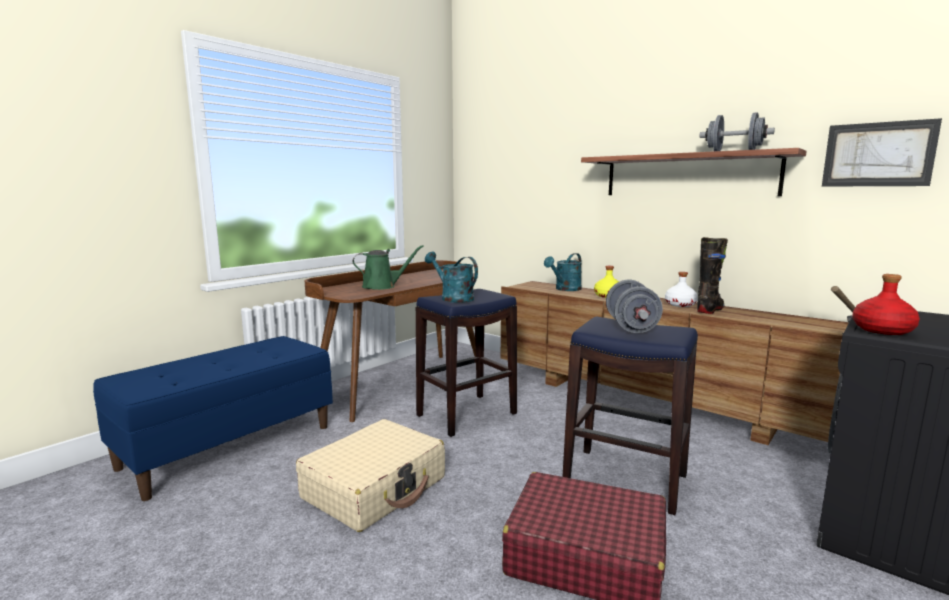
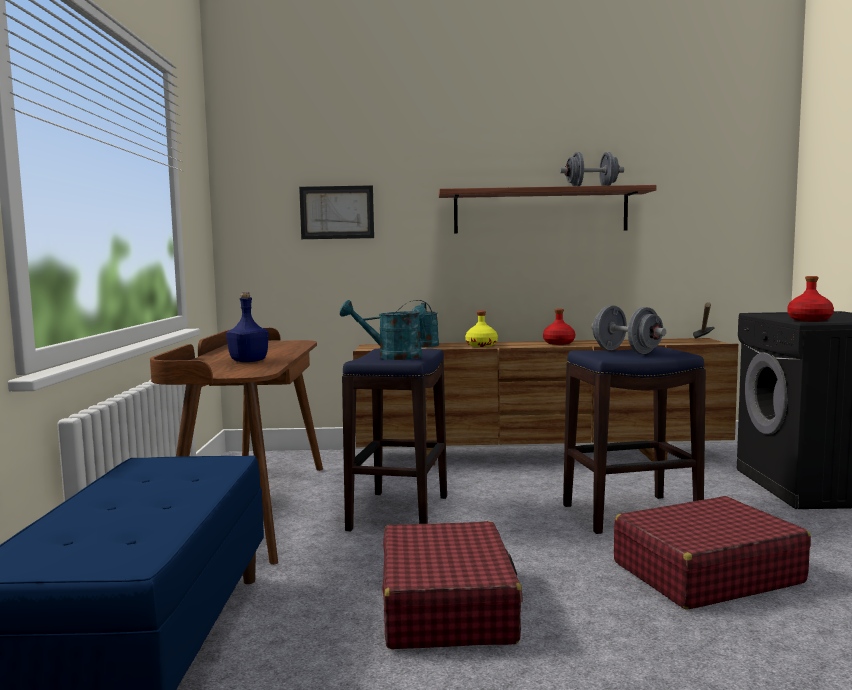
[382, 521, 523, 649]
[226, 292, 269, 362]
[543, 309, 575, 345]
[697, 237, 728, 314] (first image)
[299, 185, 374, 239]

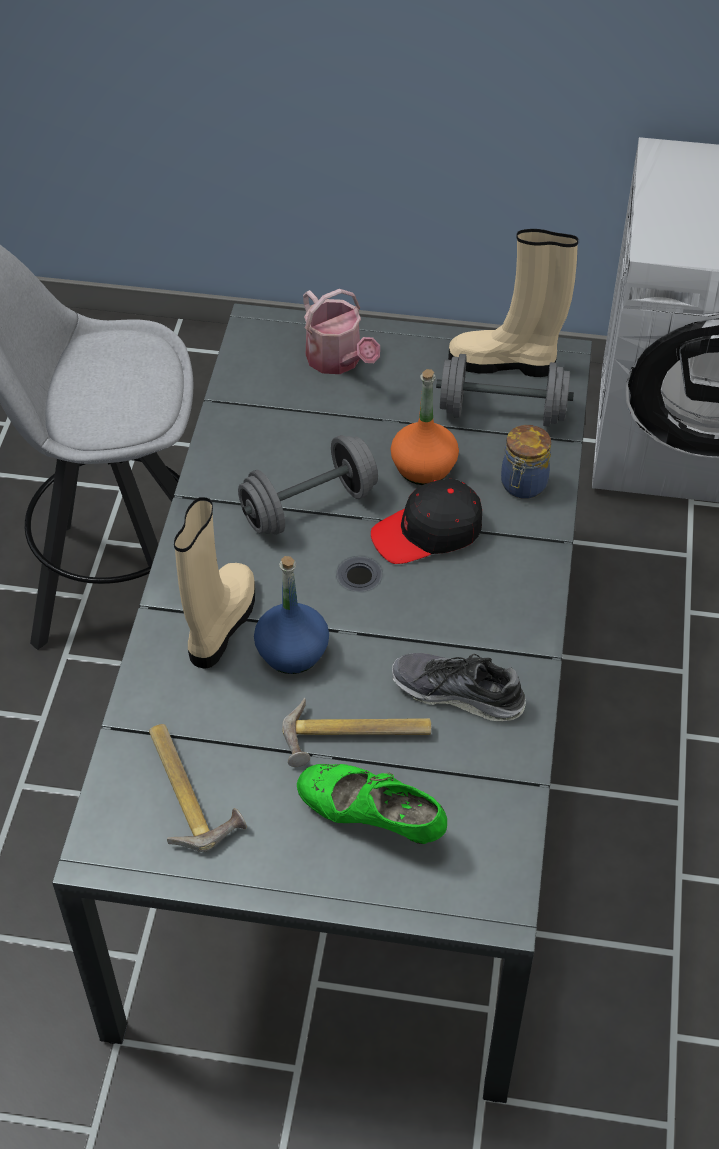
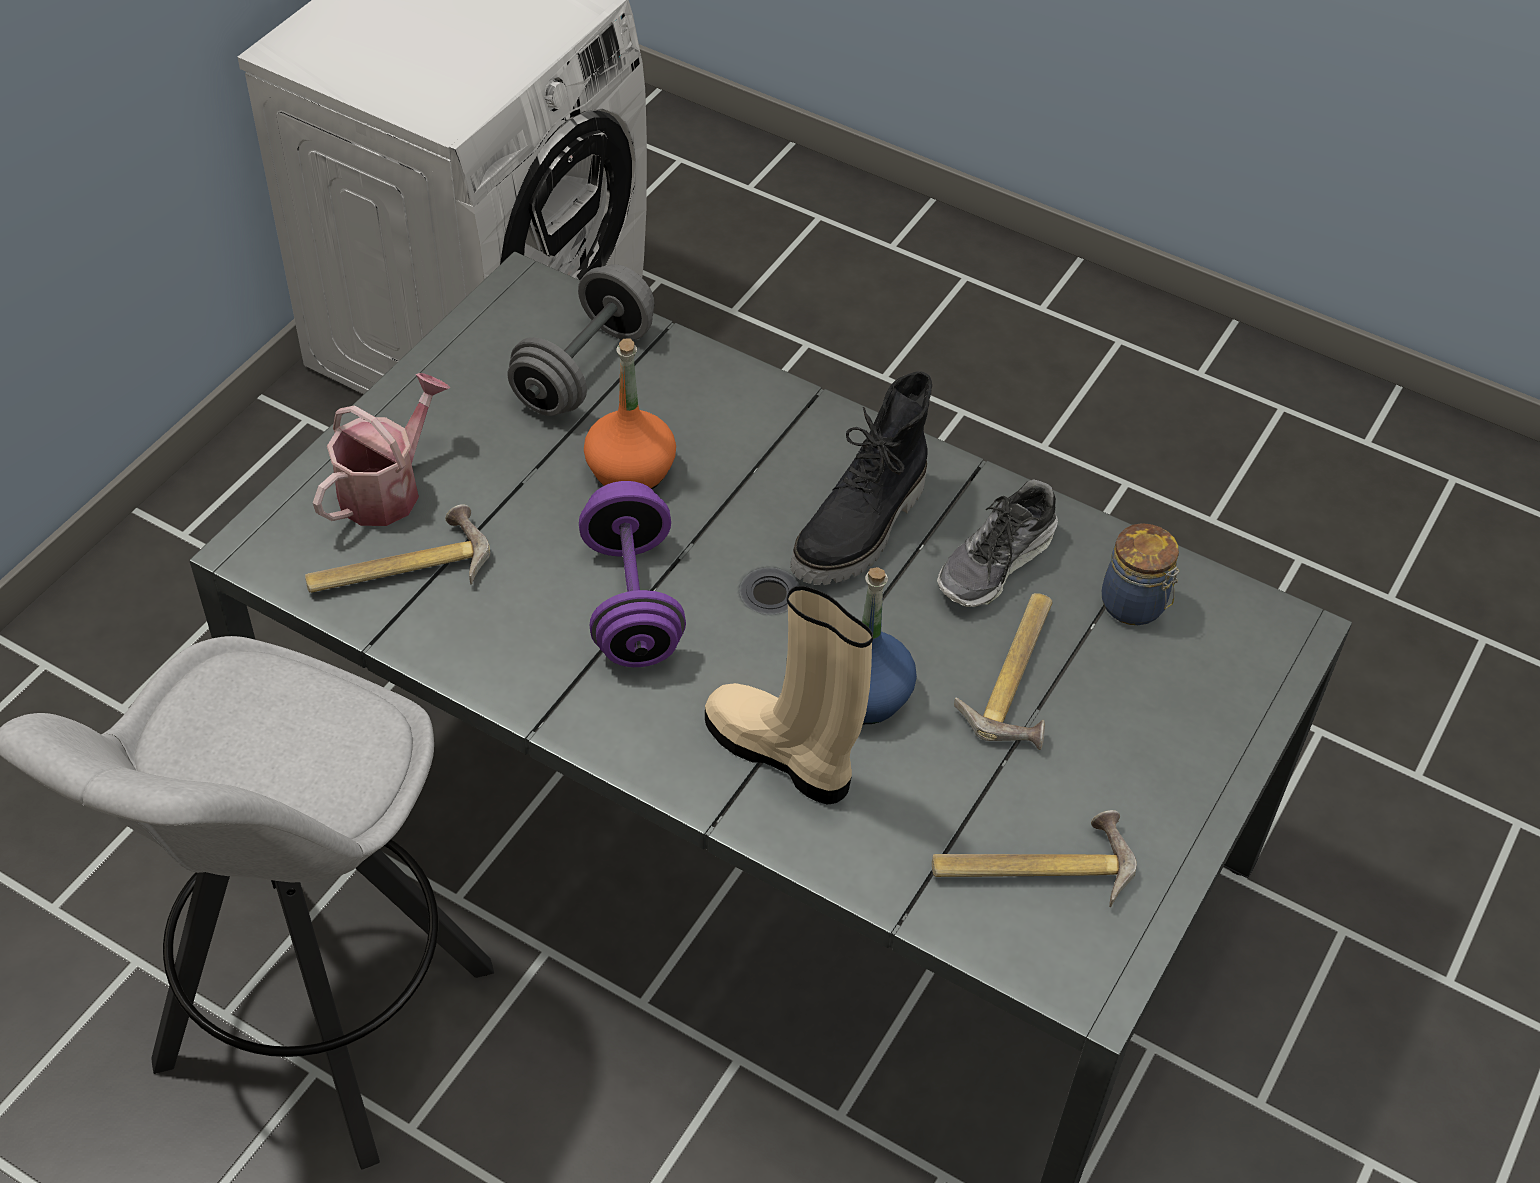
[579, 481, 686, 667]
[297, 764, 447, 844] (first image)
[313, 373, 451, 526]
[371, 479, 482, 564] (first image)
[448, 229, 578, 377] (first image)
[1102, 523, 1180, 625]
[305, 504, 490, 593]
[790, 372, 932, 585]

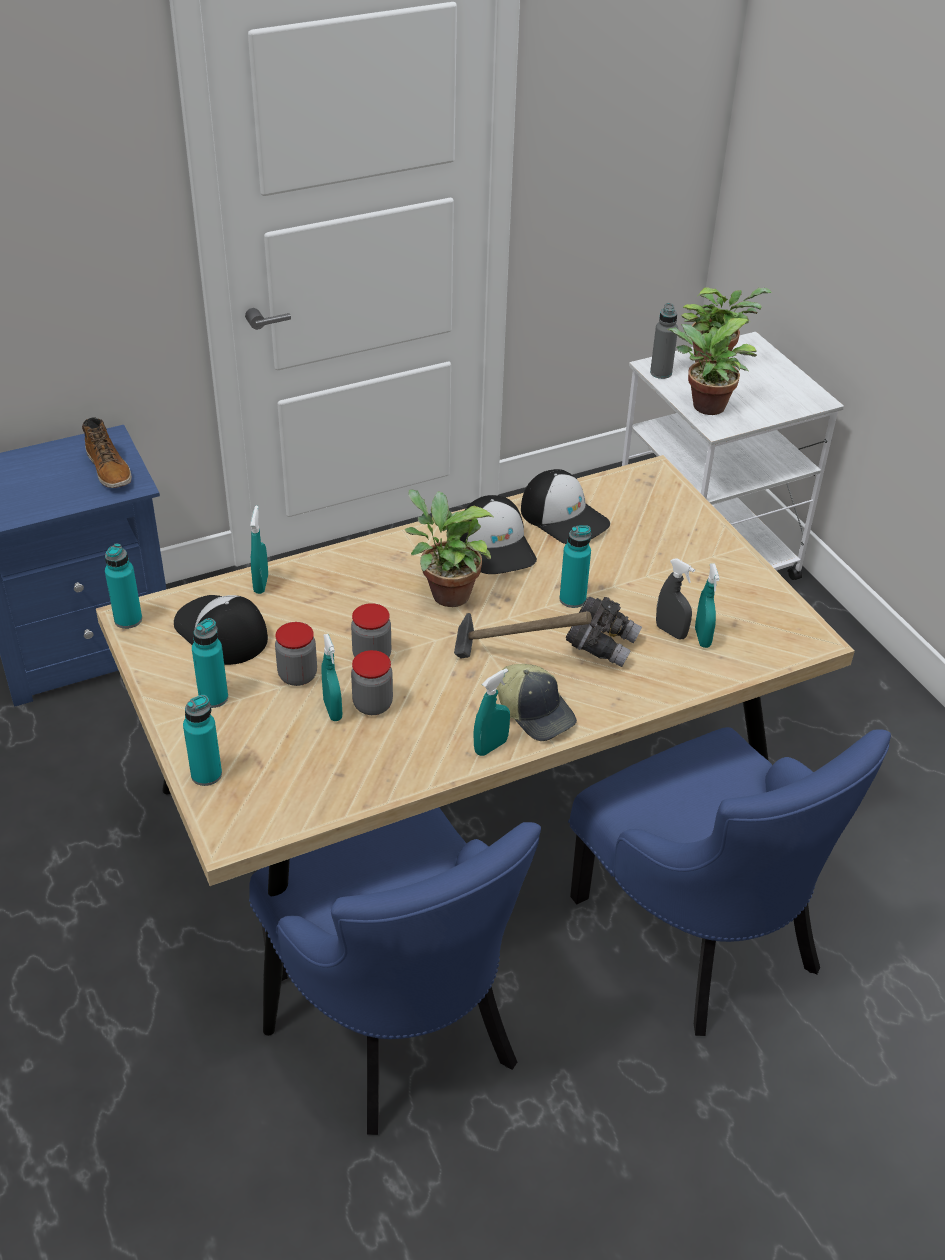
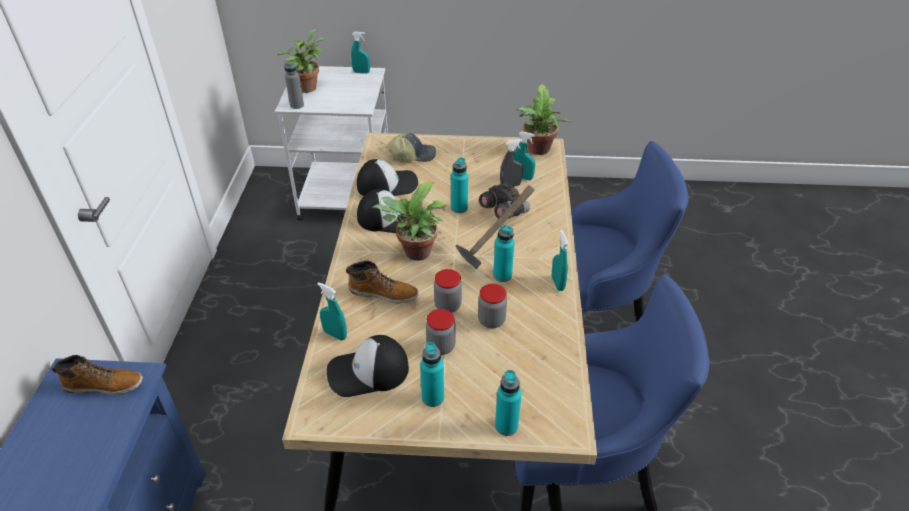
[493, 225, 514, 282]
[351, 32, 370, 74]
[387, 133, 436, 162]
[516, 84, 571, 155]
[346, 261, 419, 304]

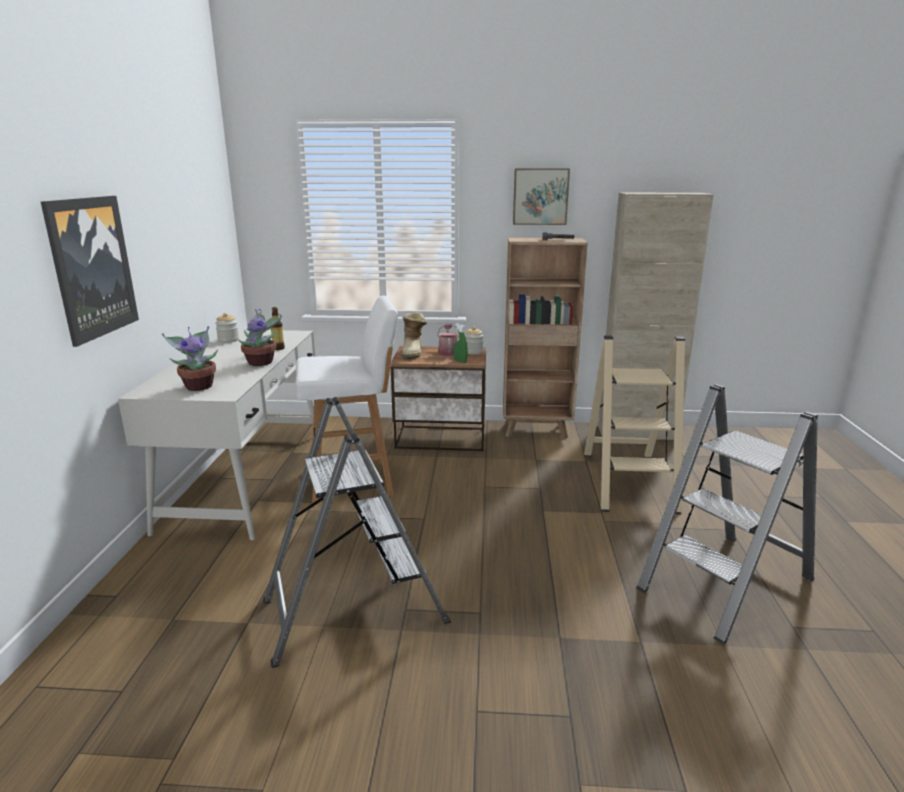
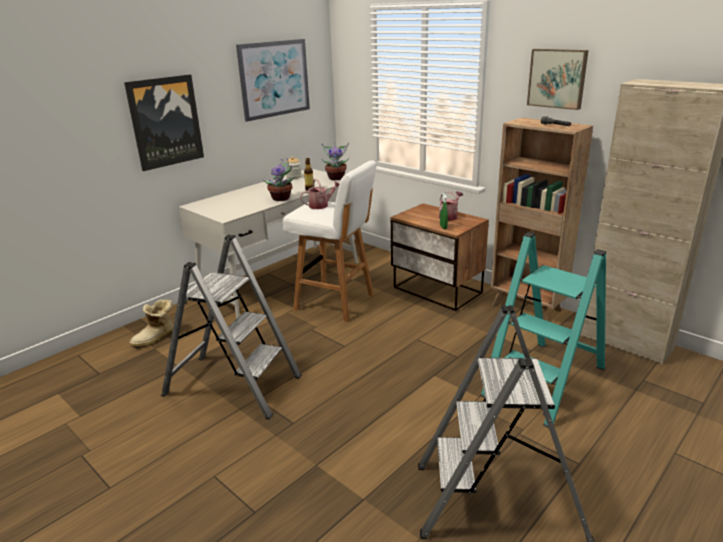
[321, 143, 349, 180]
[129, 299, 174, 348]
[465, 327, 484, 355] (first image)
[480, 232, 606, 428]
[236, 39, 310, 122]
[300, 179, 339, 209]

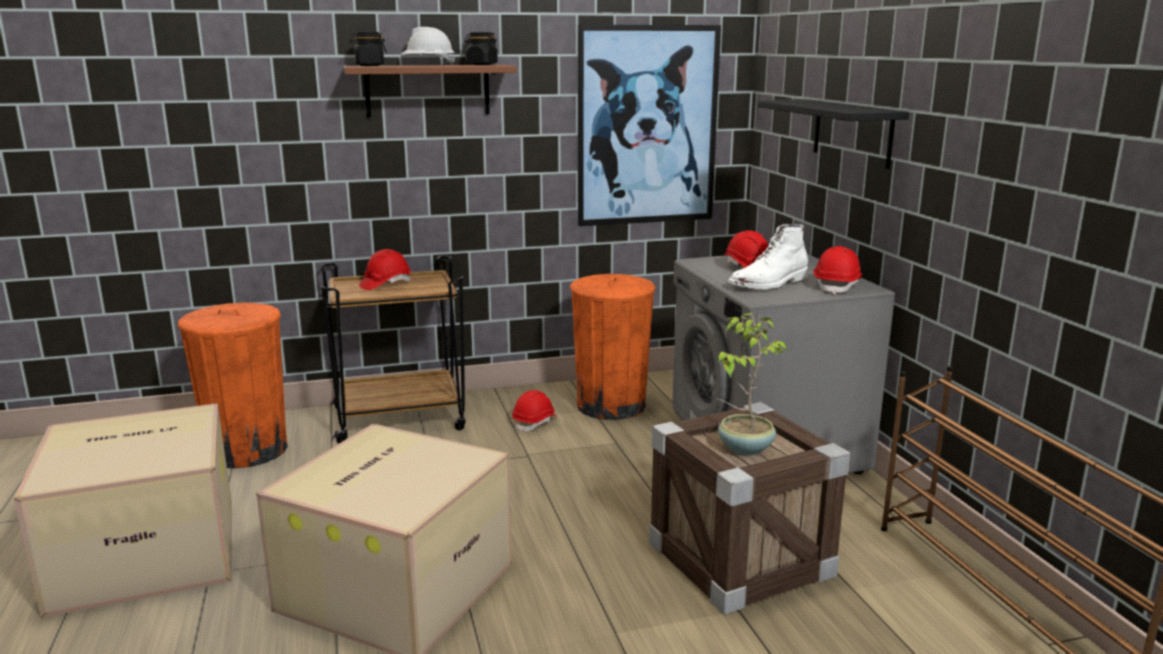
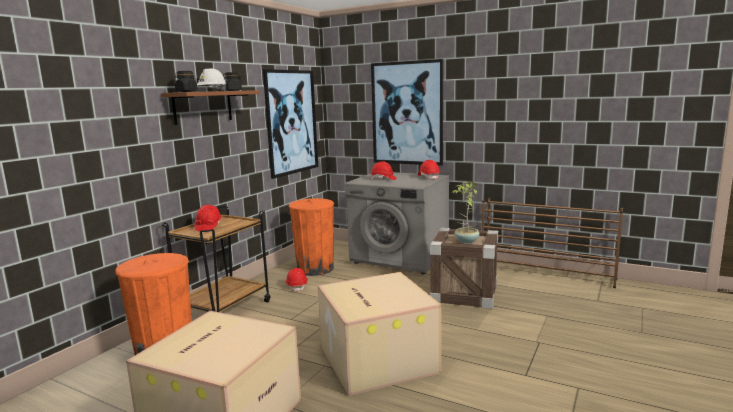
[728, 224, 808, 290] (first image)
[371, 59, 443, 166]

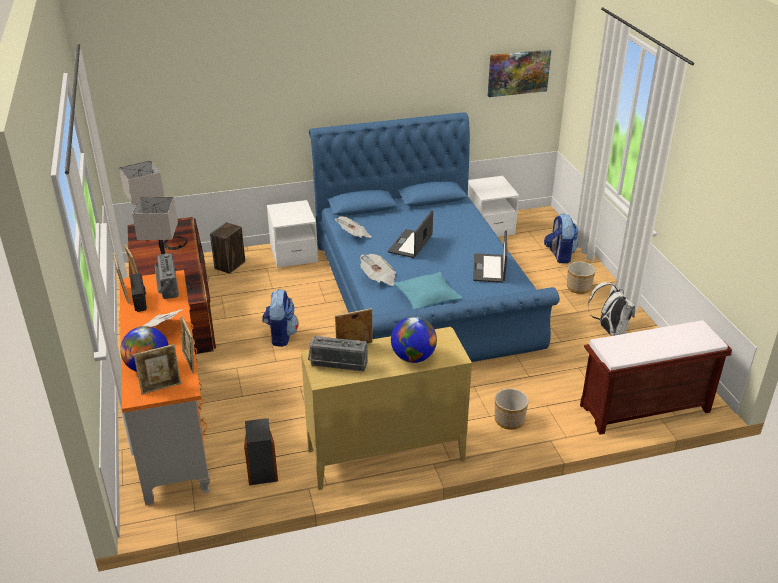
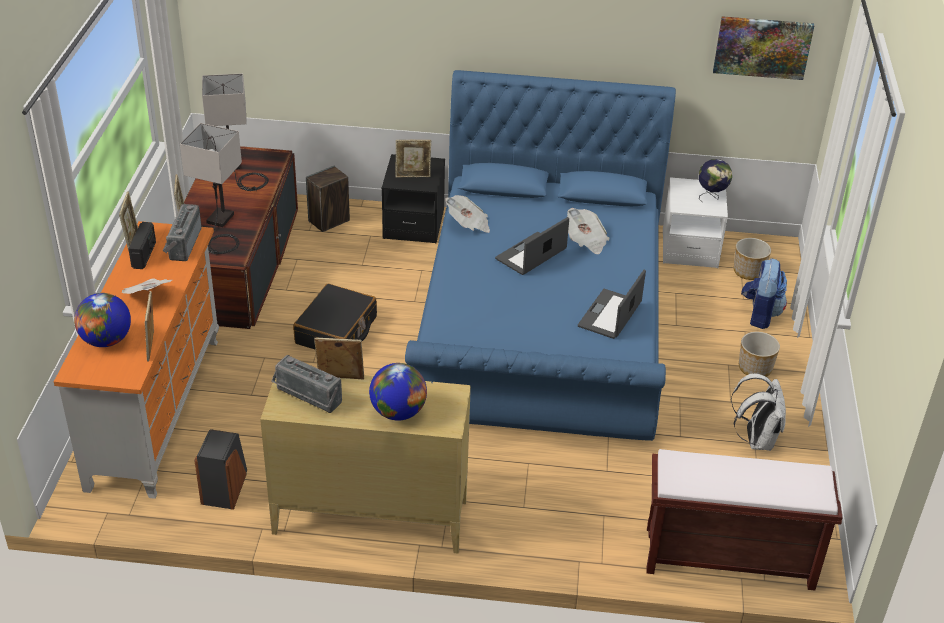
[395, 140, 431, 177]
[293, 284, 377, 349]
[382, 154, 445, 243]
[567, 208, 610, 254]
[393, 272, 463, 309] (first image)
[734, 238, 771, 280]
[699, 159, 732, 202]

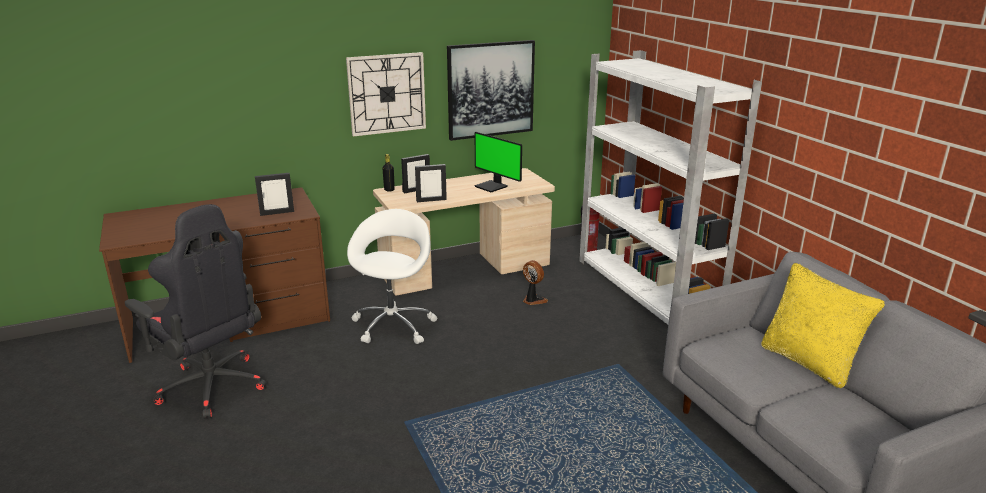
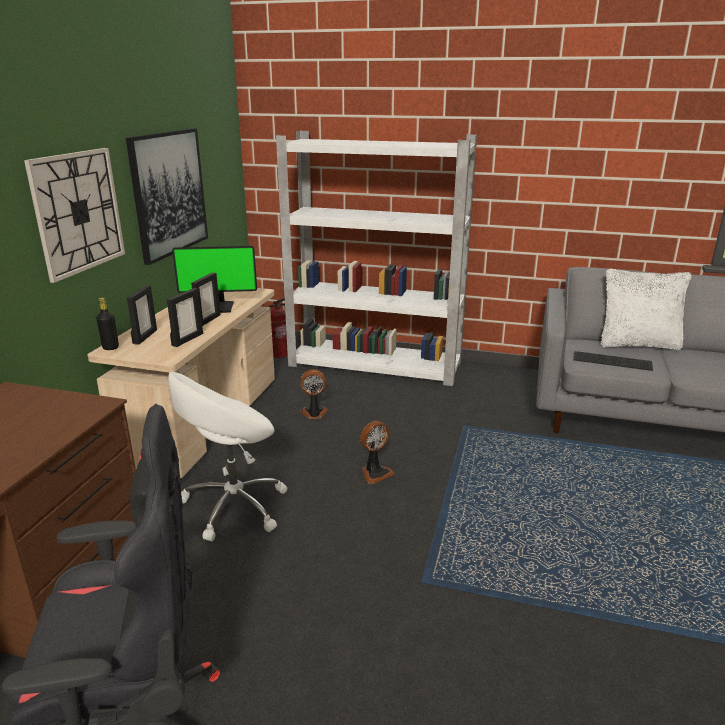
[191, 273, 221, 326]
[168, 372, 287, 541]
[601, 269, 691, 350]
[360, 421, 395, 484]
[573, 351, 653, 371]

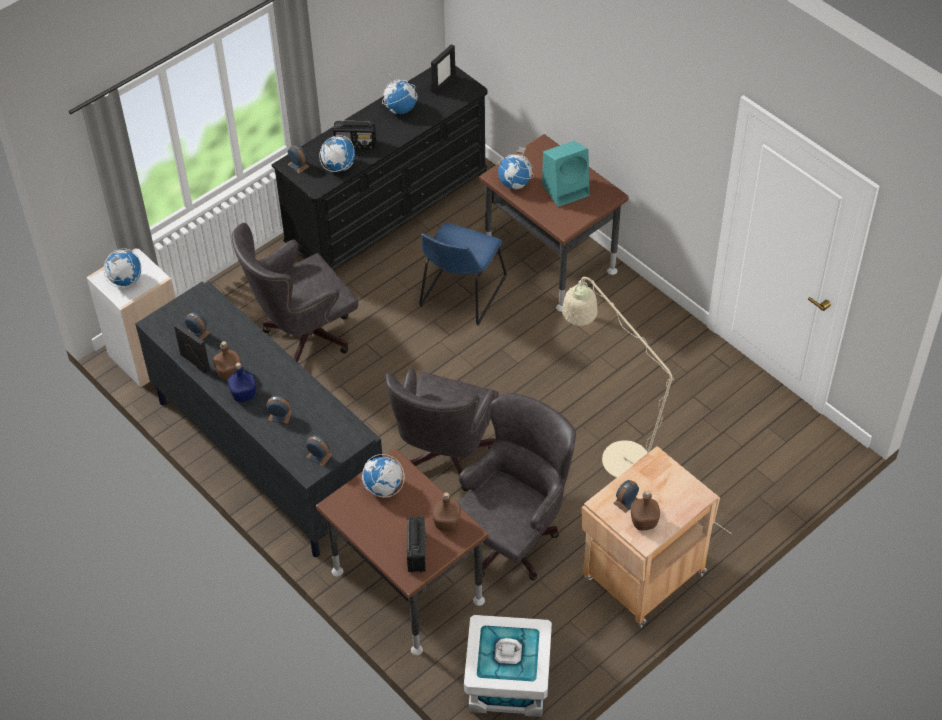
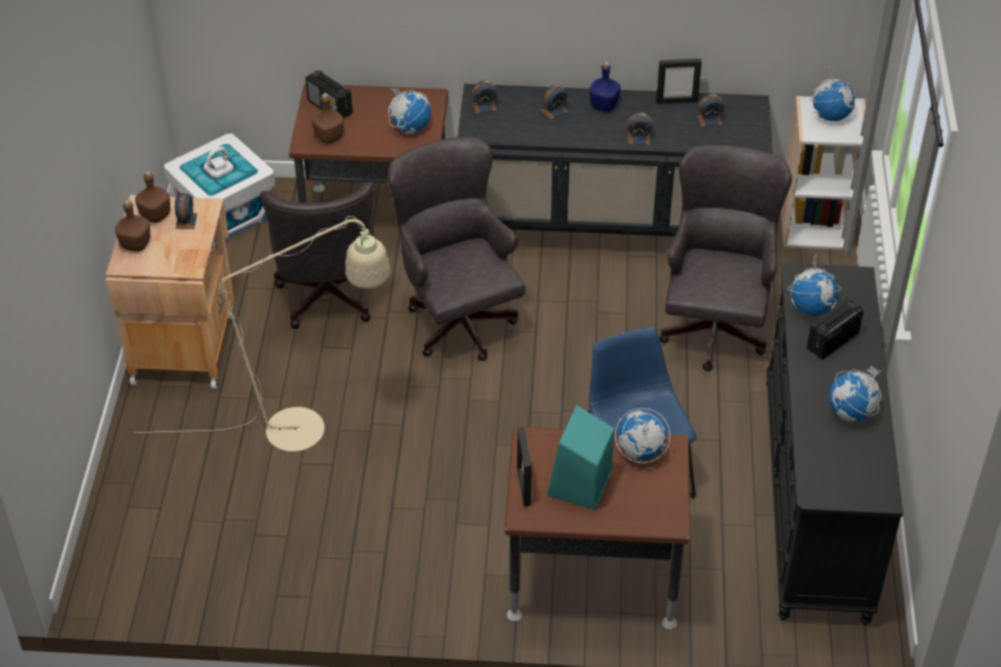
[115, 200, 150, 252]
[627, 112, 653, 145]
[517, 427, 531, 507]

